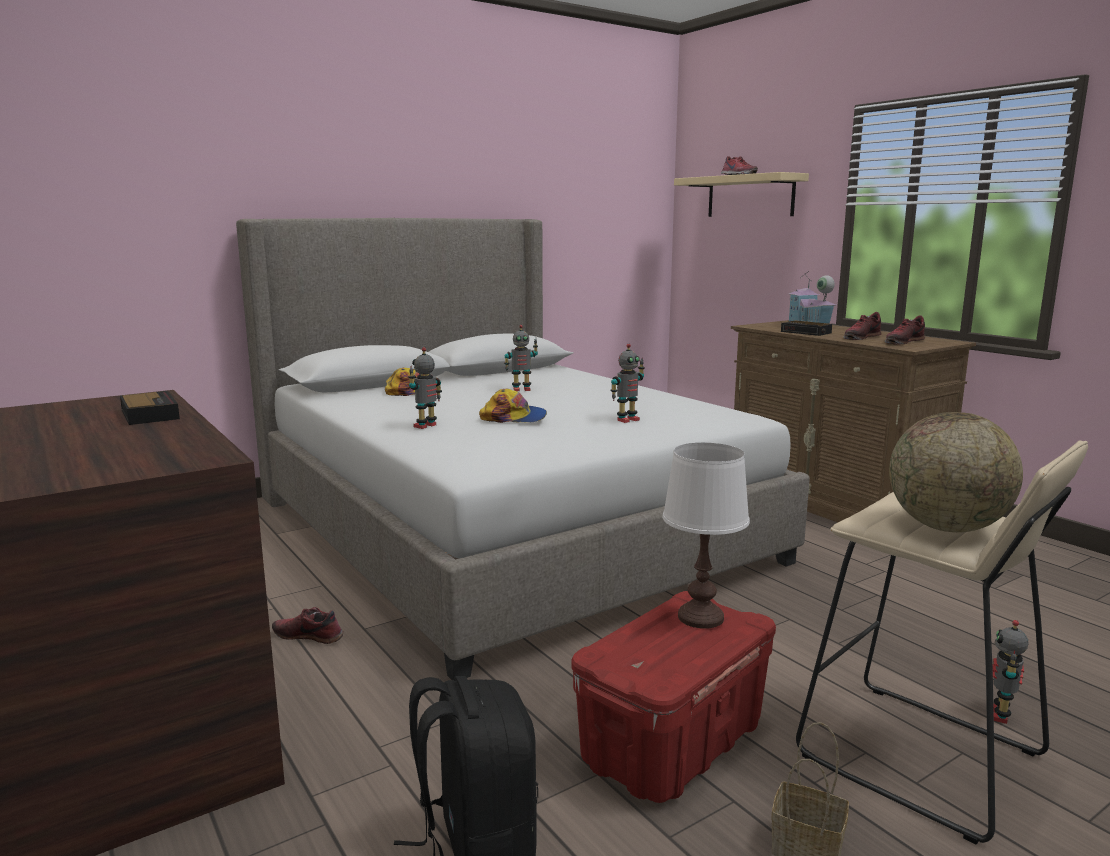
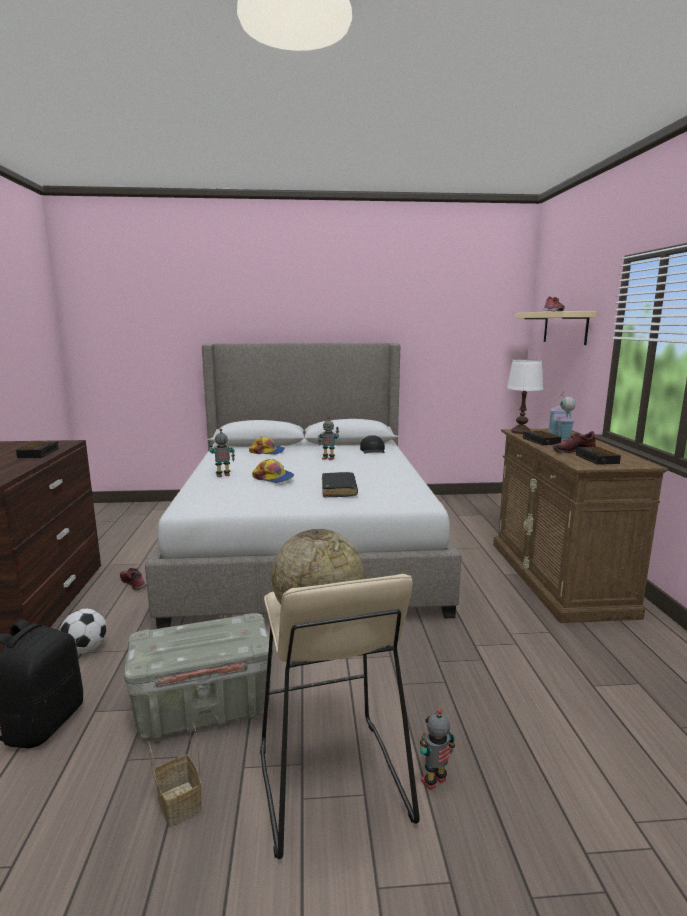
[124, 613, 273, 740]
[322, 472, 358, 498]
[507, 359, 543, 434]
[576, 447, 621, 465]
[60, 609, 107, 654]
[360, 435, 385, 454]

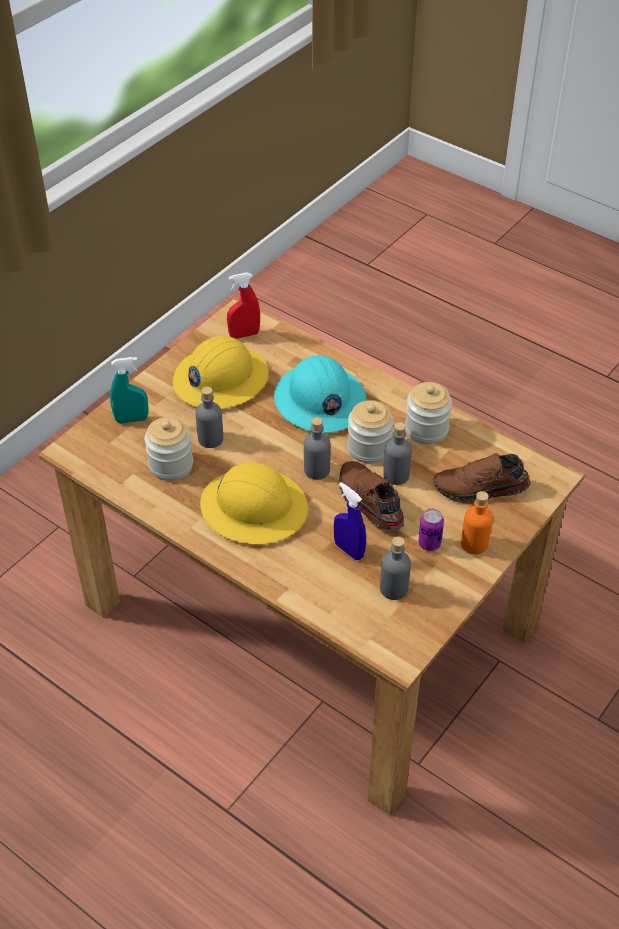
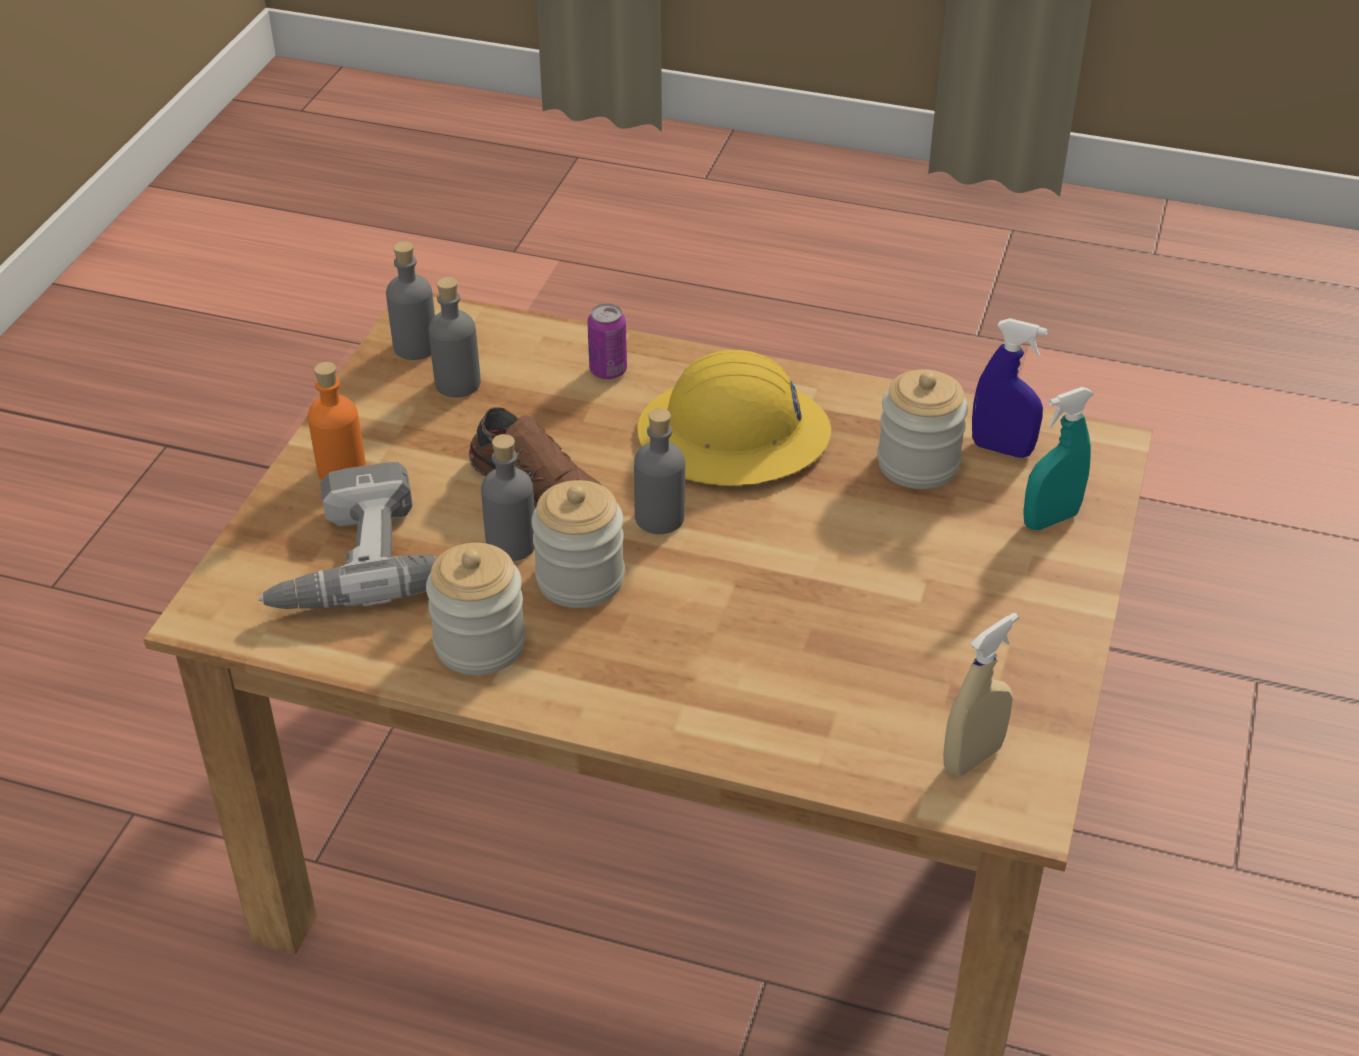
[173, 336, 269, 409] (first image)
[386, 241, 435, 360]
[943, 613, 1019, 776]
[274, 355, 367, 433] (first image)
[972, 318, 1048, 458]
[587, 304, 627, 379]
[258, 462, 437, 609]

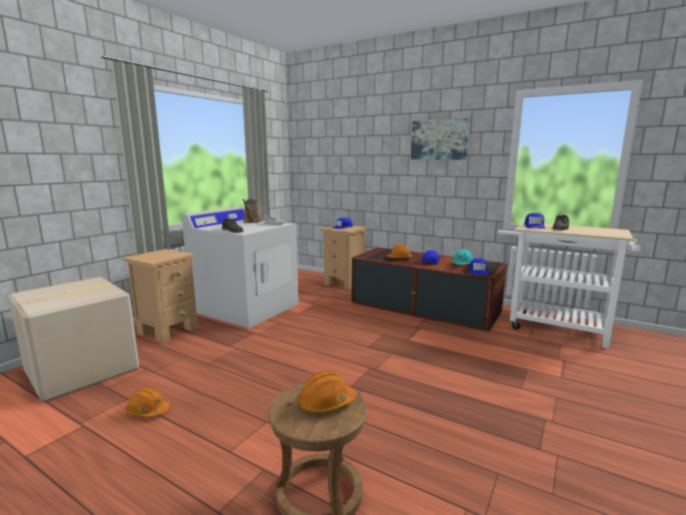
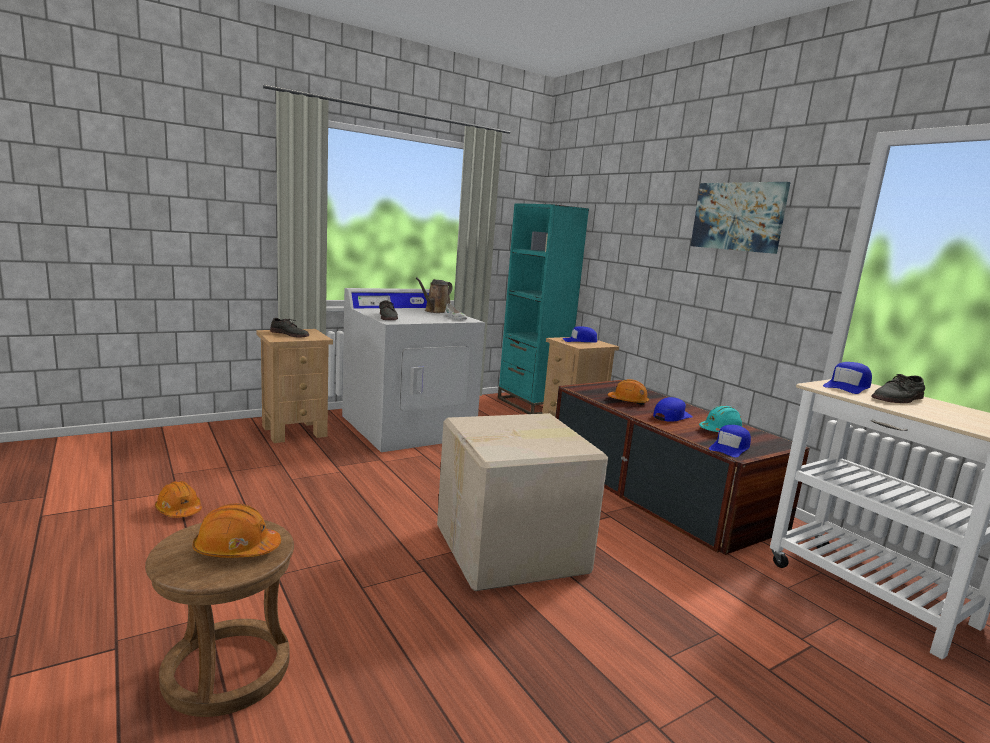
[437, 413, 608, 591]
[270, 318, 309, 338]
[498, 203, 589, 414]

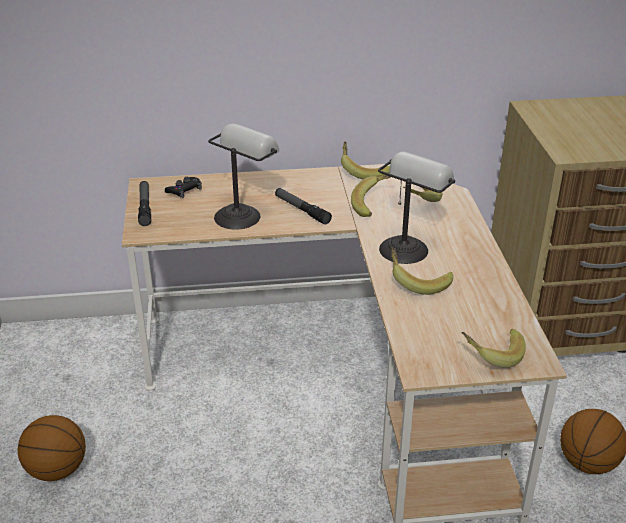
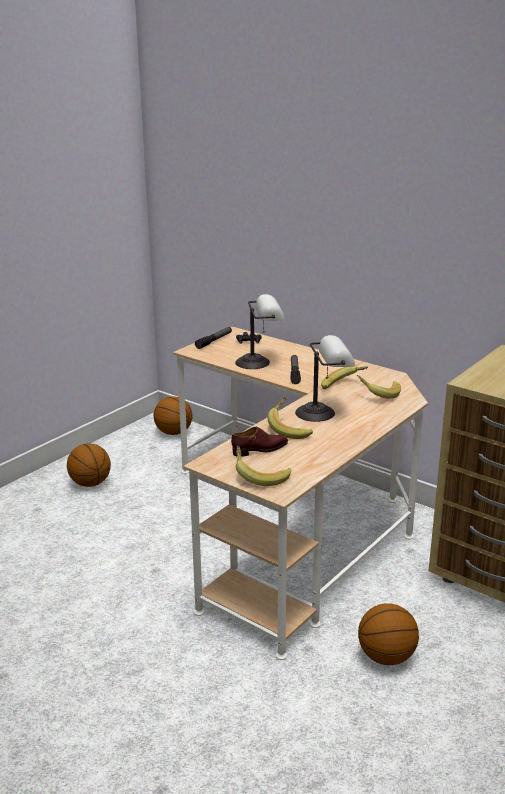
[341, 141, 390, 179] (first image)
[154, 396, 193, 435]
[231, 427, 288, 457]

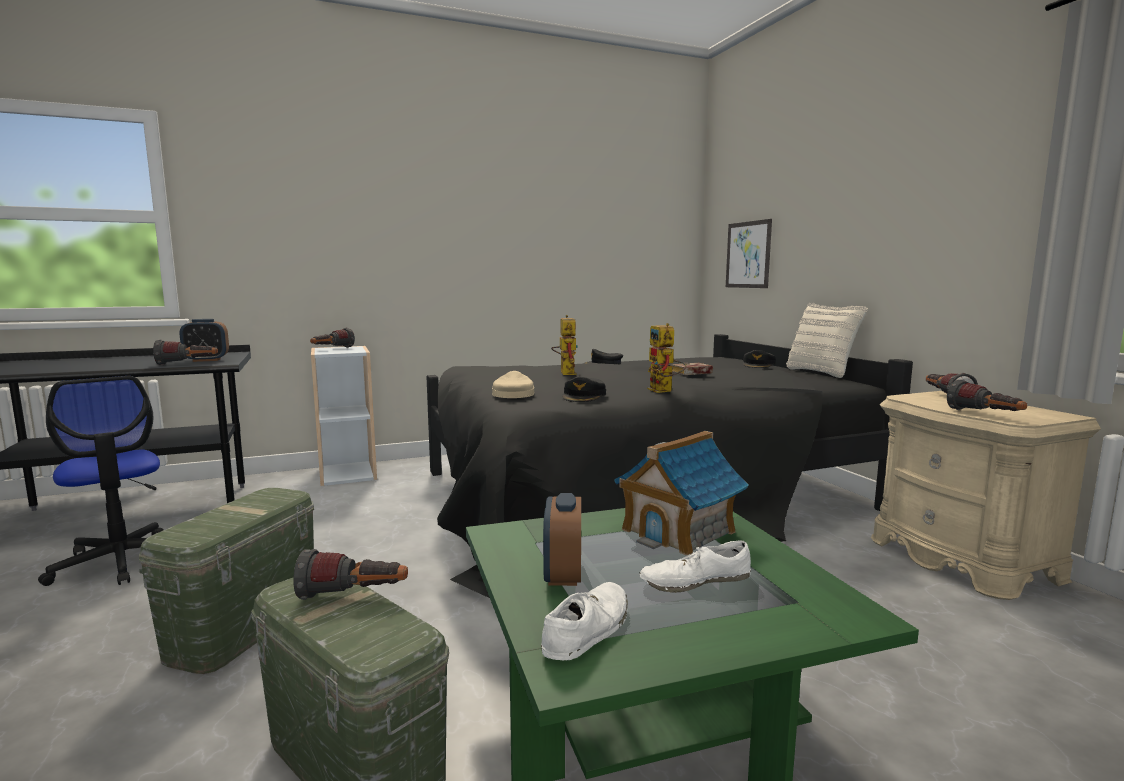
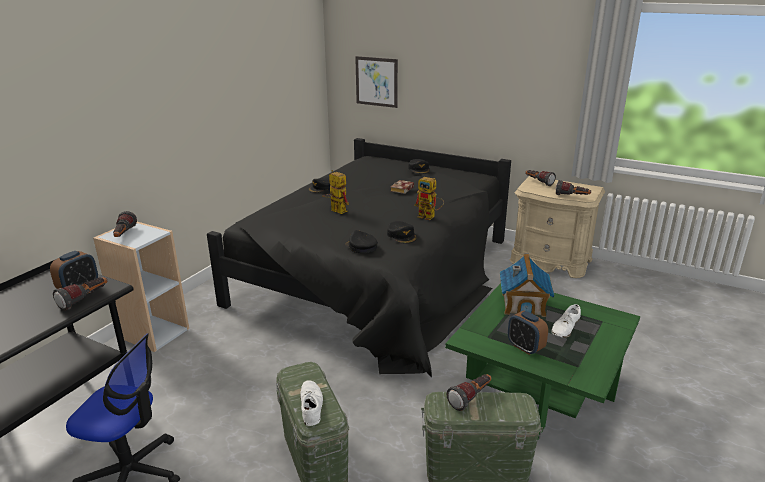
[345, 230, 378, 253]
[300, 381, 323, 426]
[786, 302, 868, 378] (first image)

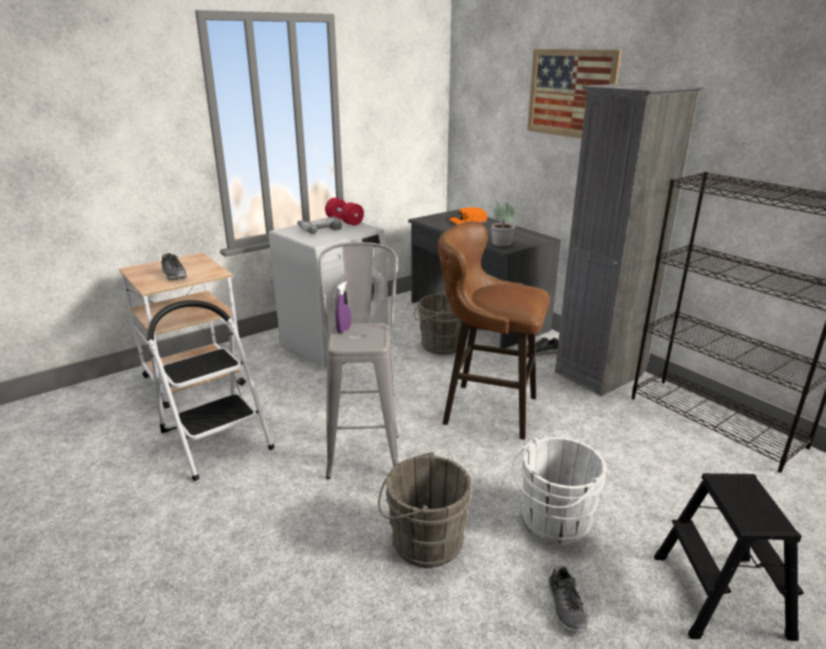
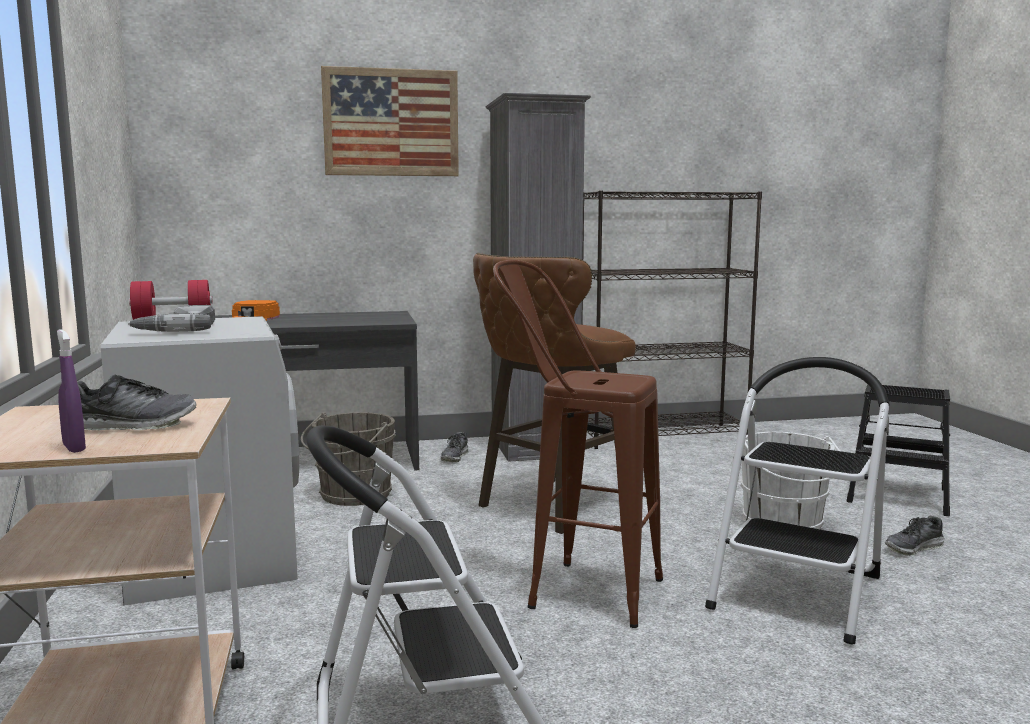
[493, 260, 663, 628]
[57, 329, 86, 453]
[705, 357, 889, 644]
[491, 201, 515, 246] (first image)
[885, 516, 945, 556]

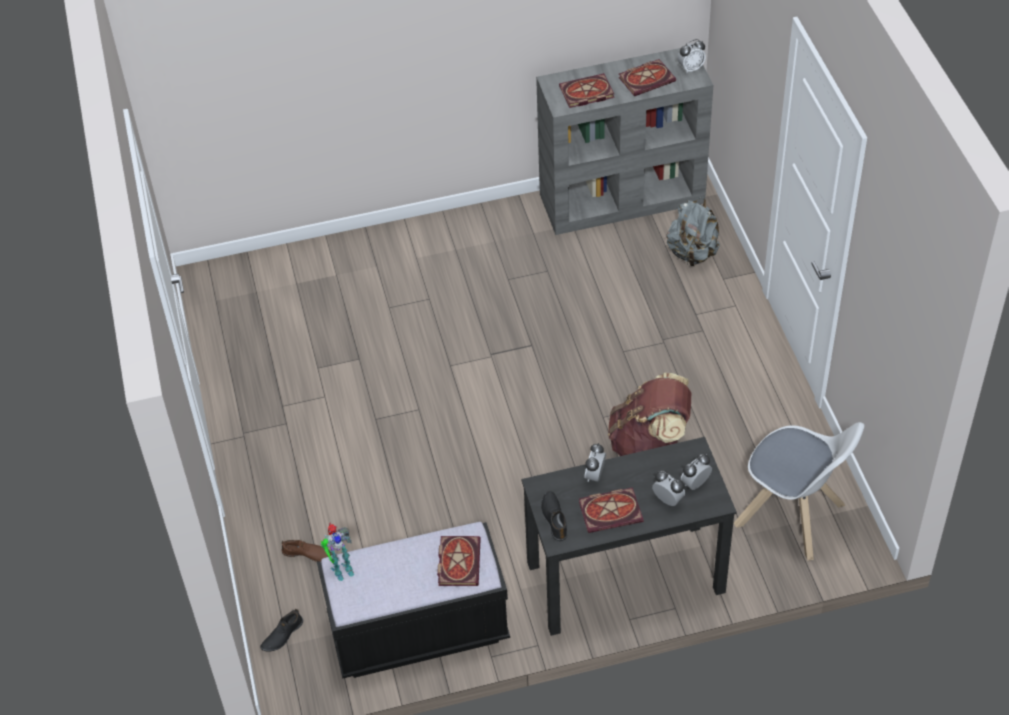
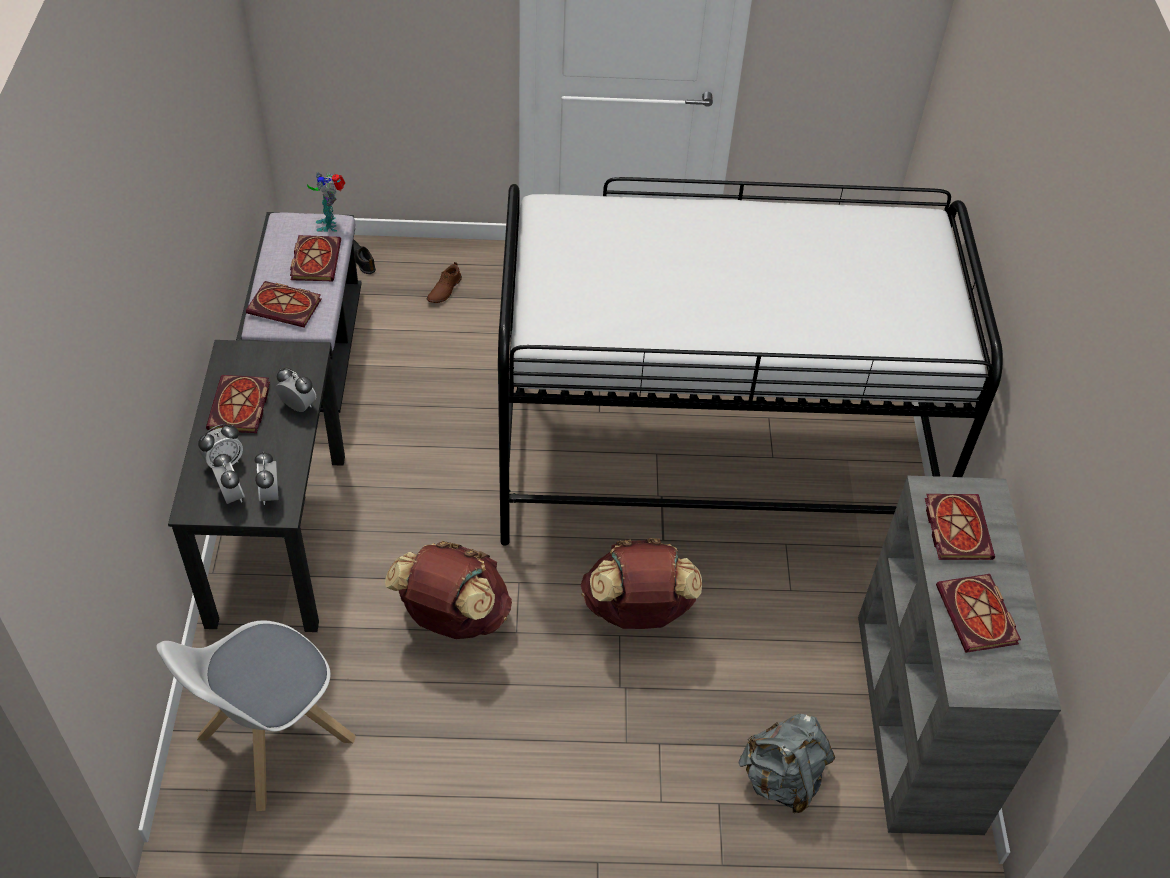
[541, 491, 567, 541] (first image)
[255, 451, 279, 505]
[290, 235, 341, 281]
[498, 177, 1003, 546]
[581, 538, 702, 629]

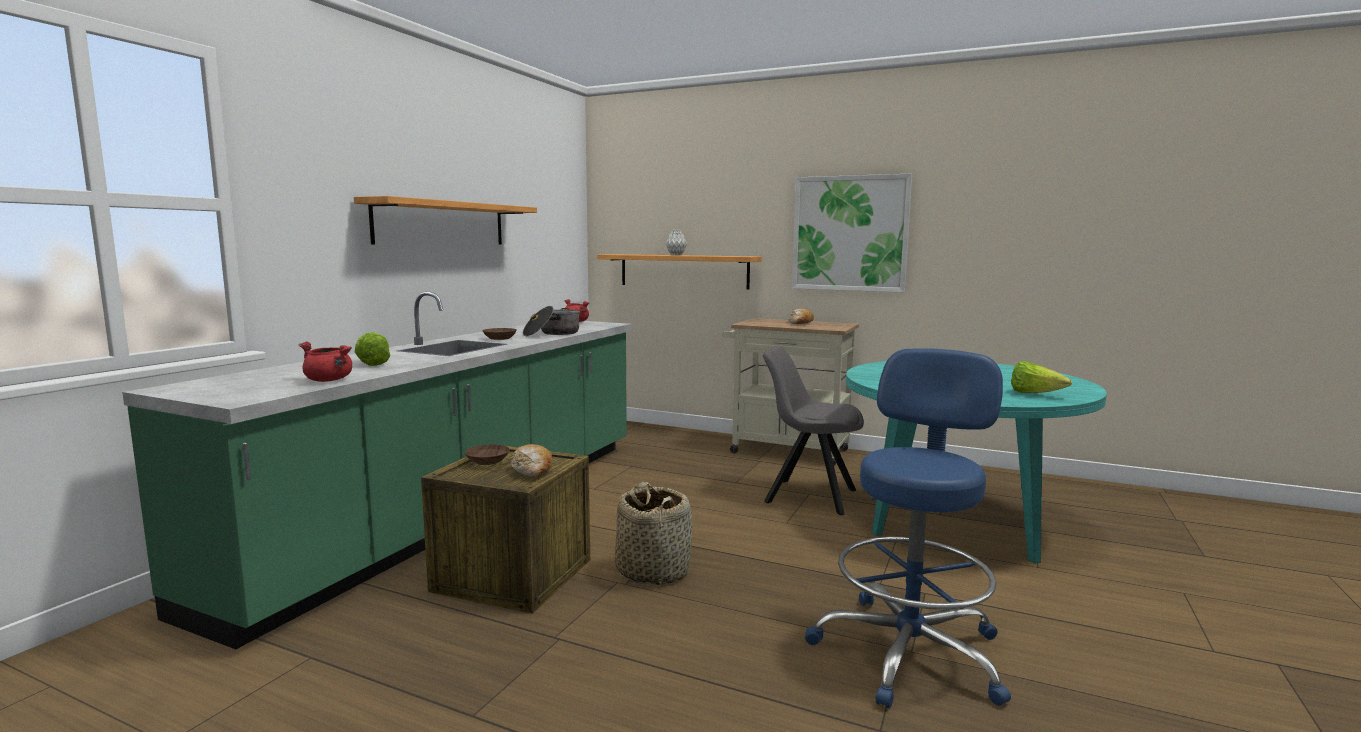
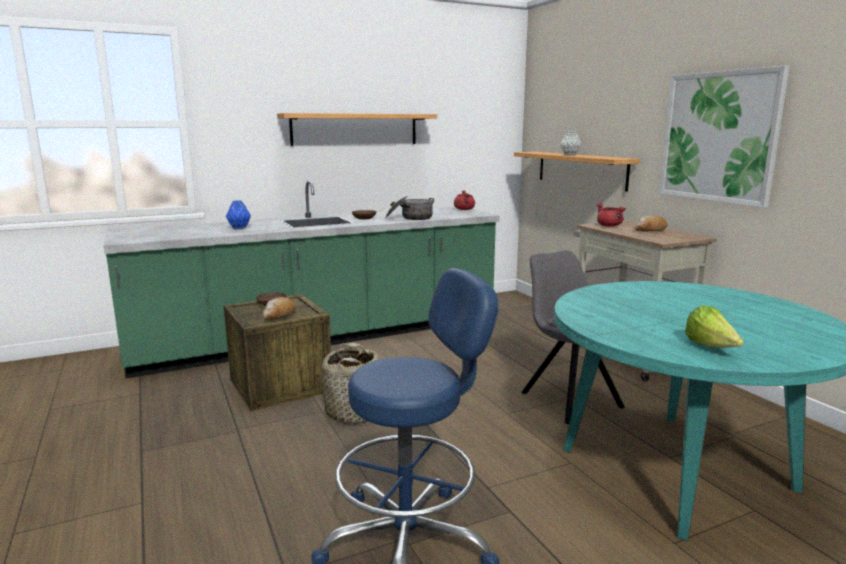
[596, 203, 626, 227]
[226, 200, 251, 229]

